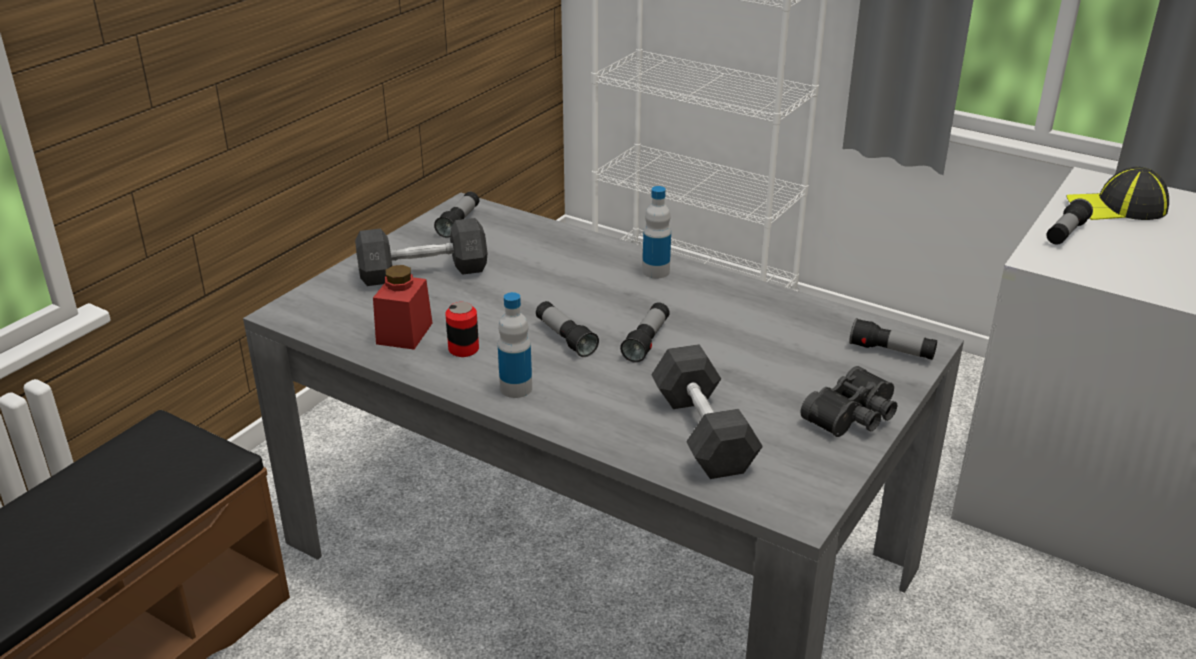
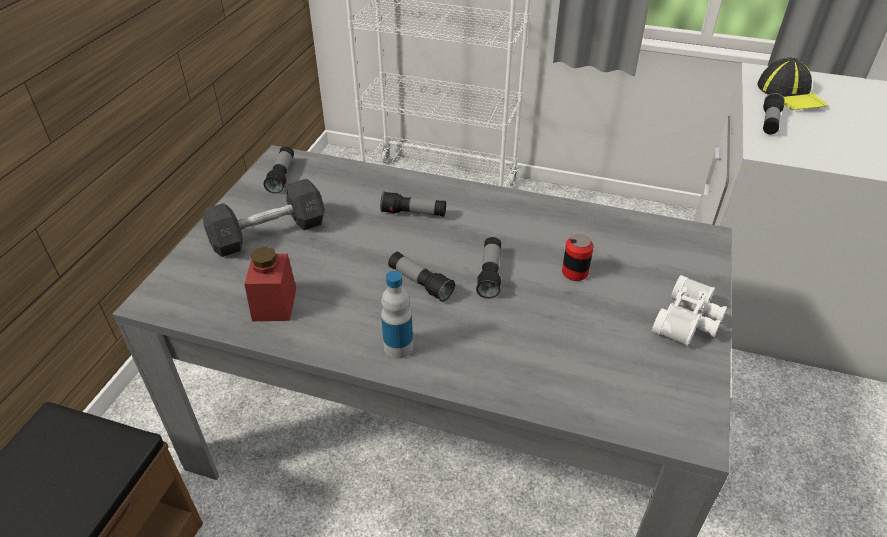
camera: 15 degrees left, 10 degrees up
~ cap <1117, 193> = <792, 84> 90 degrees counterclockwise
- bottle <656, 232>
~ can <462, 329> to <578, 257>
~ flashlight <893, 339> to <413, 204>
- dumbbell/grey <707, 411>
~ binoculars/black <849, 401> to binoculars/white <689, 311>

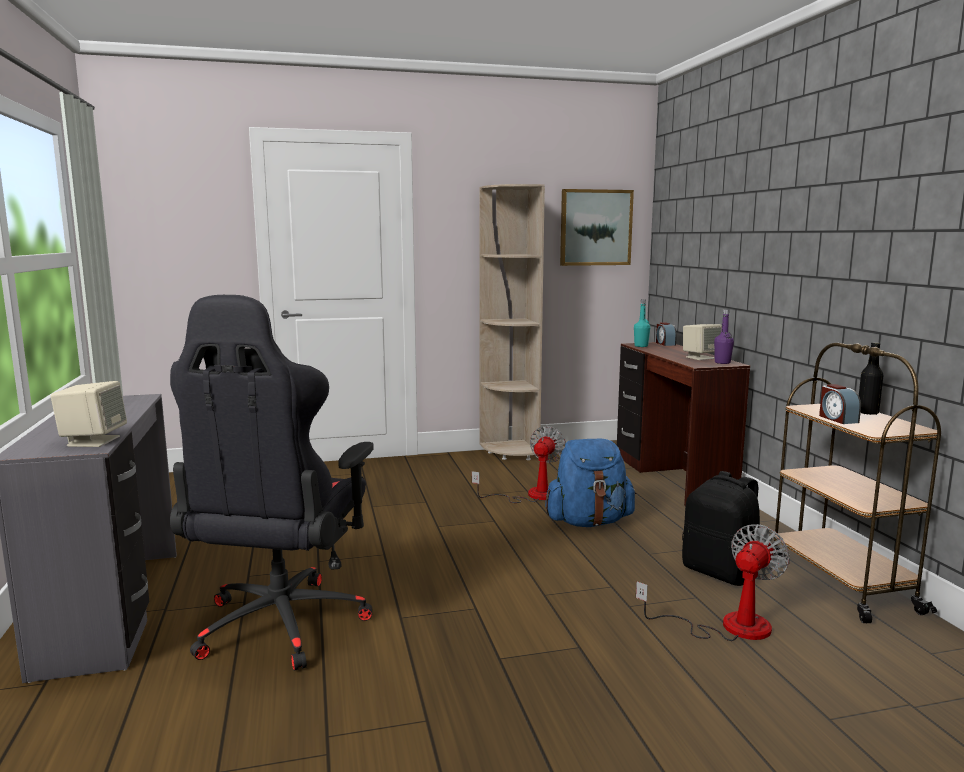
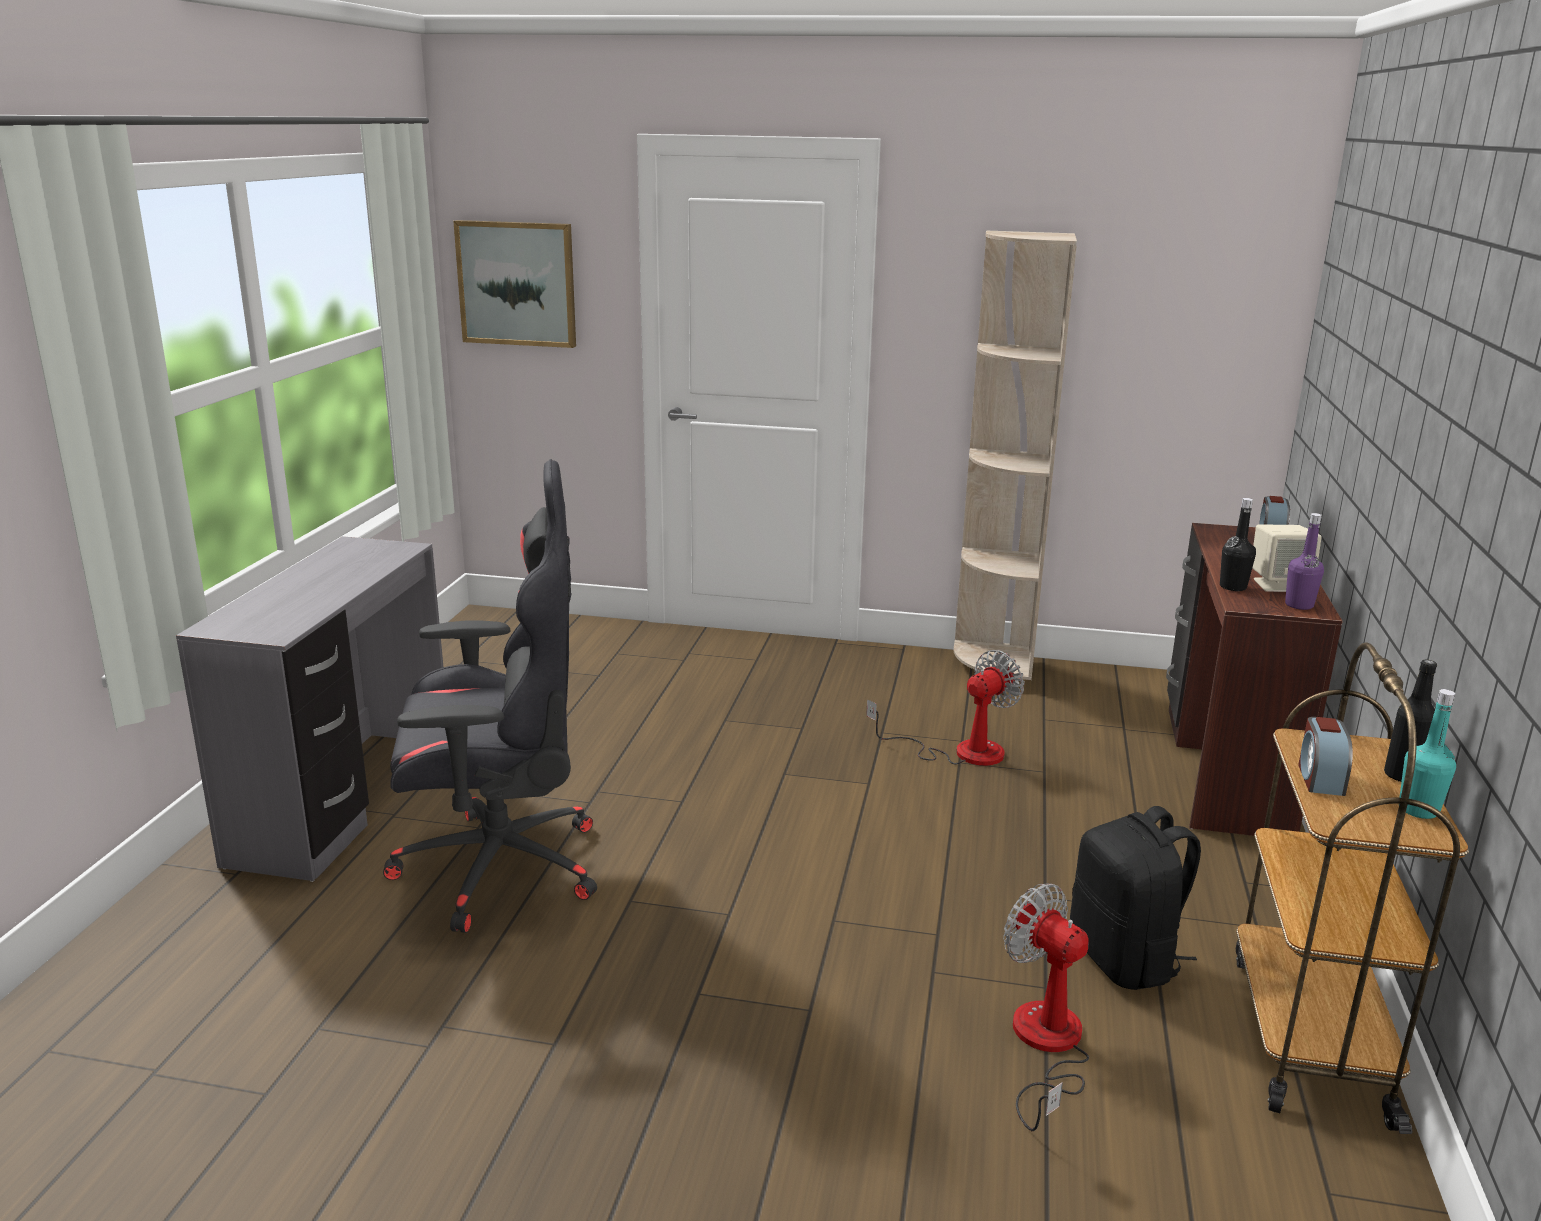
camera: 25 degrees right, 10 degrees up
~ picture <597, 227> to <514, 284>
~ office chair/black <272, 483> = <490, 696> 135 degrees counterclockwise
~ bottle/turquoise <642, 323> to <1427, 754>
- speaker/beige <89, 414>
- backpack/blue <590, 483>
~ fan <713, 582> = <1046, 1007> 105 degrees counterclockwise
+ bottle/black <1238, 544>

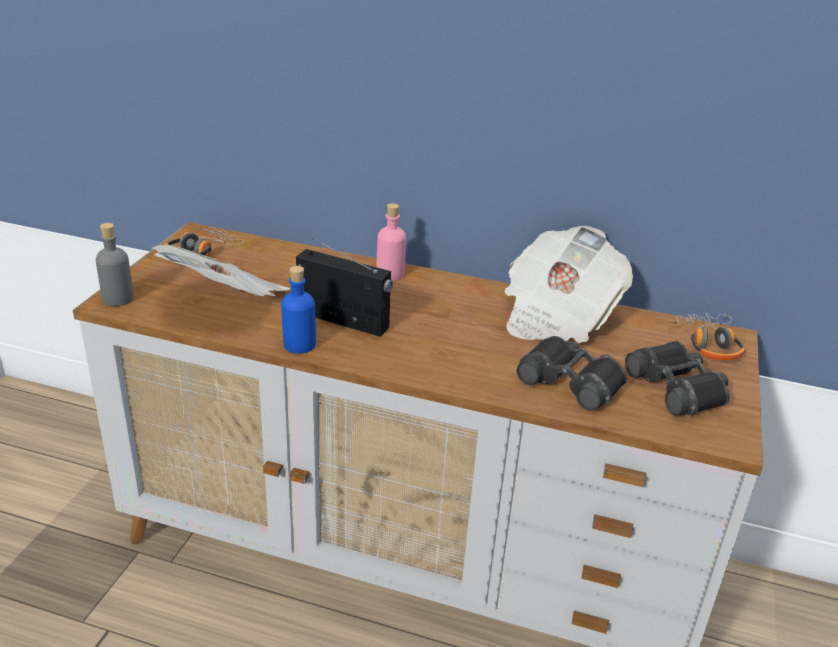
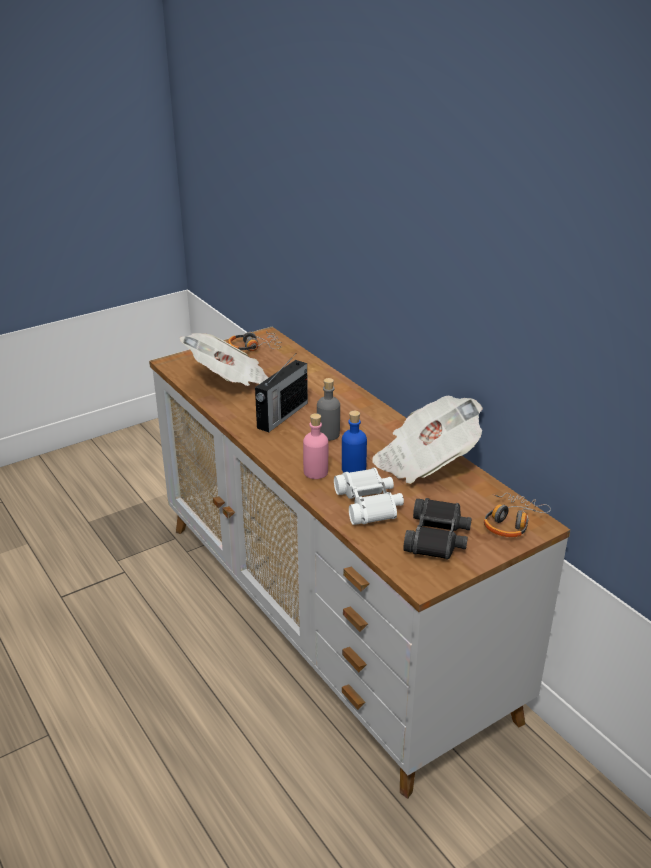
camera: 40 degrees right, 0 degrees up
~ bottle/pink <391, 242> to <315, 446>
~ bottle/grey <115, 264> to <328, 409>
~ radio <344, 287> = <281, 394> 60 degrees clockwise
~ bottle/blue <298, 310> to <354, 442>
~ binoculars/black <572, 373> to binoculars/white <369, 496>

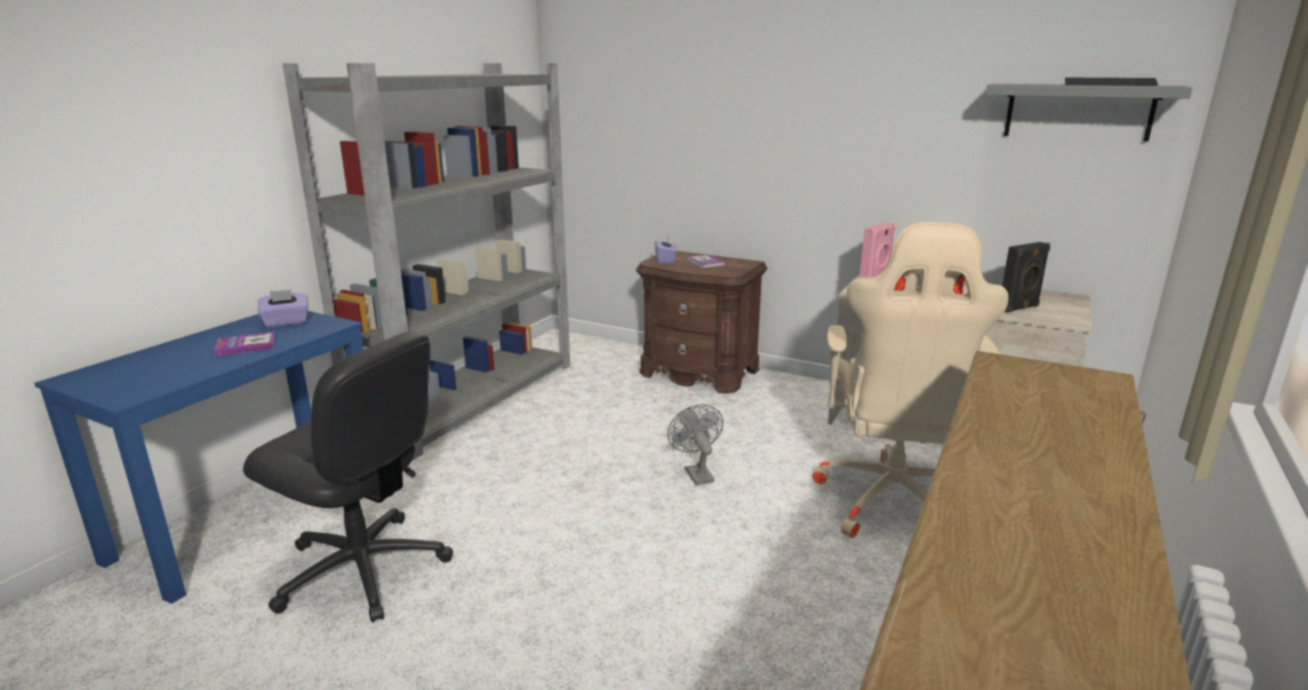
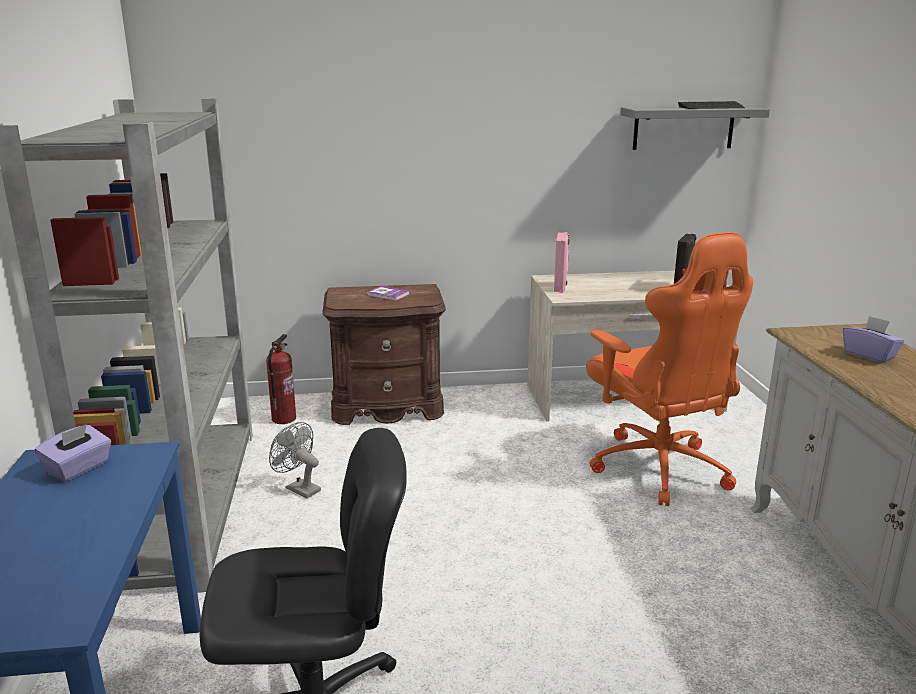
camera: 35 degrees left, 0 degrees up
~ office chair/beige <910, 380> to office chair/orange <669, 369>
~ tissue box/purple <666, 250> to <873, 339>
- book <244, 344>
~ fan/grey <695, 444> to <295, 460>
+ fire extinguisher <281, 379>

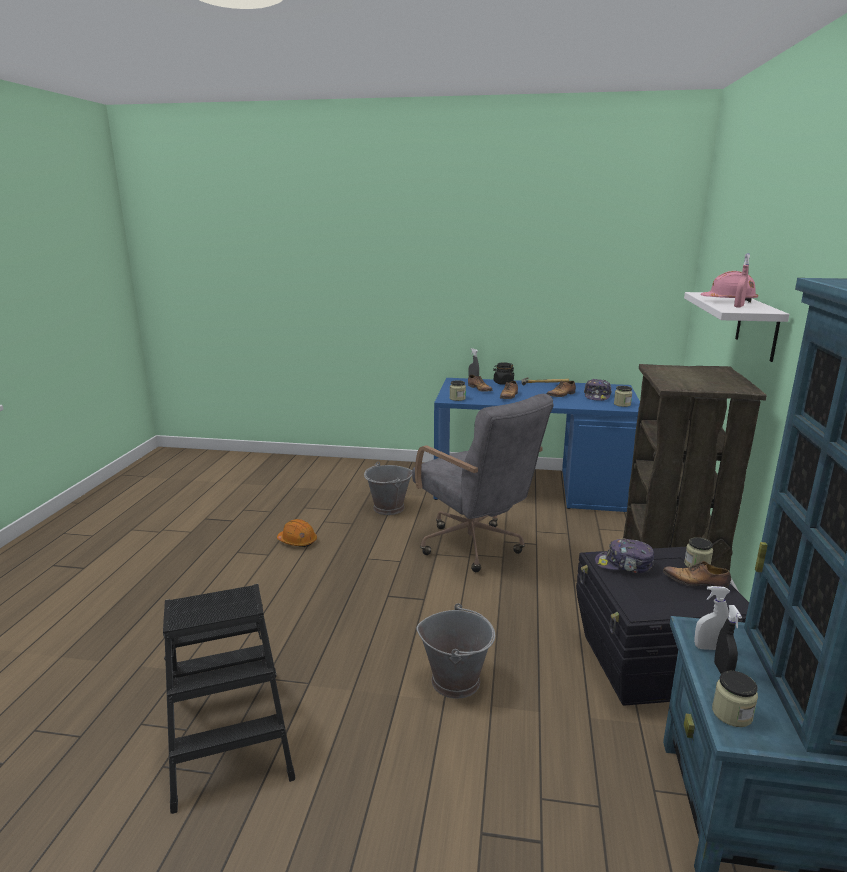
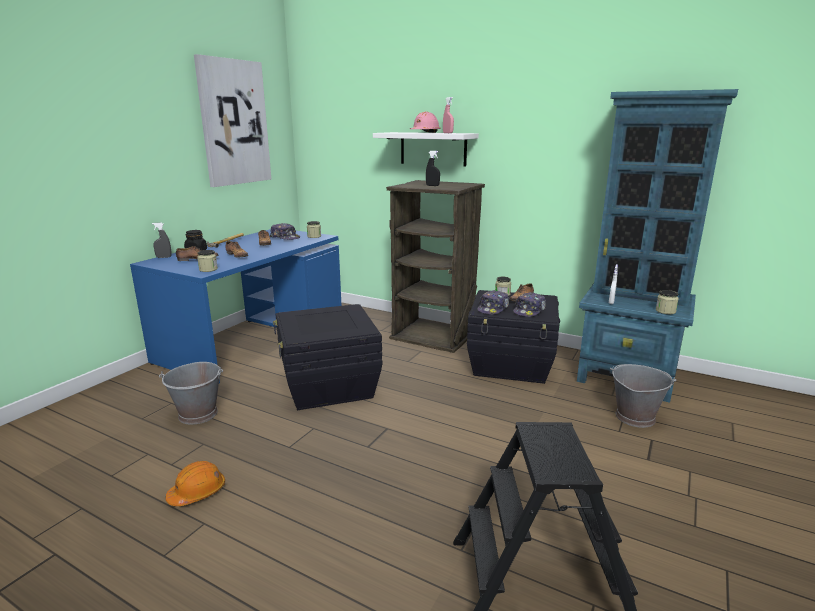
camera: 70 degrees left, 0 degrees up
~ office chair/grey <483, 483> to storage box/black <327, 357>
~ bucket/grey <455, 651> to <643, 396>
~ spray bottle/black <728, 639> to <433, 168>
+ picture <232, 120>
+ cap <529, 304>

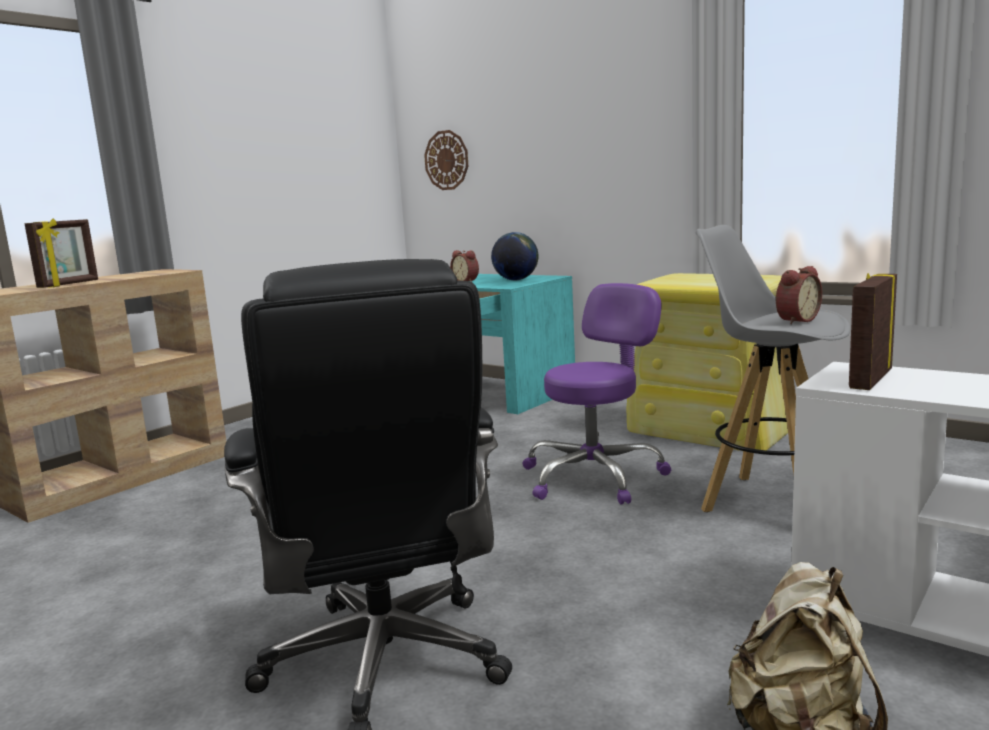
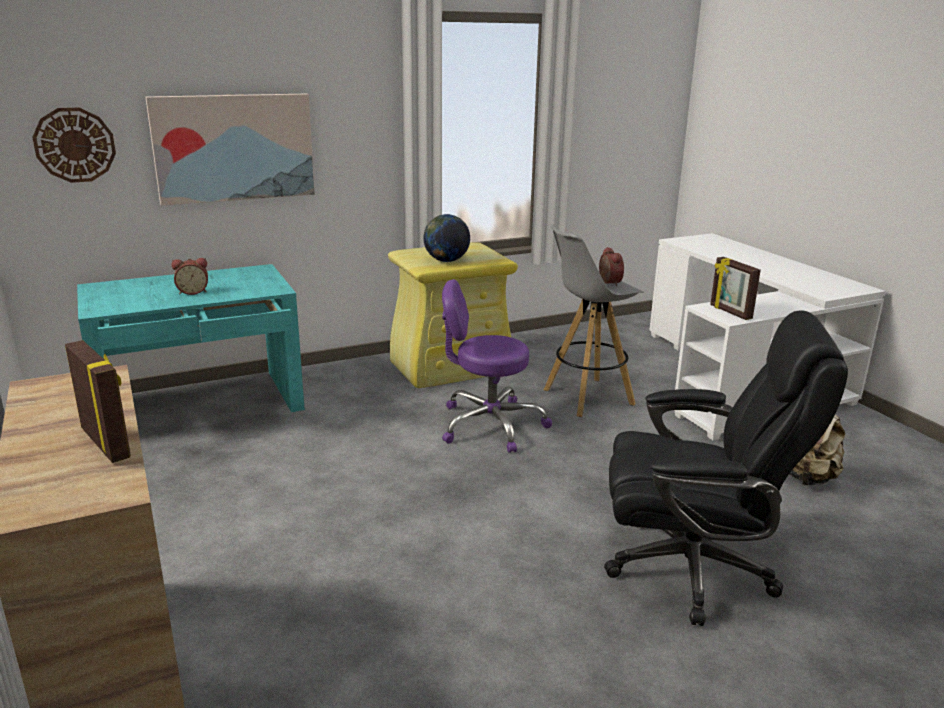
camera: 65 degrees left, 10 degrees up
~ globe <514, 256> to <446, 238>
~ office chair/purple <597, 394> = <497, 366> 75 degrees counterclockwise
+ picture <230, 150>

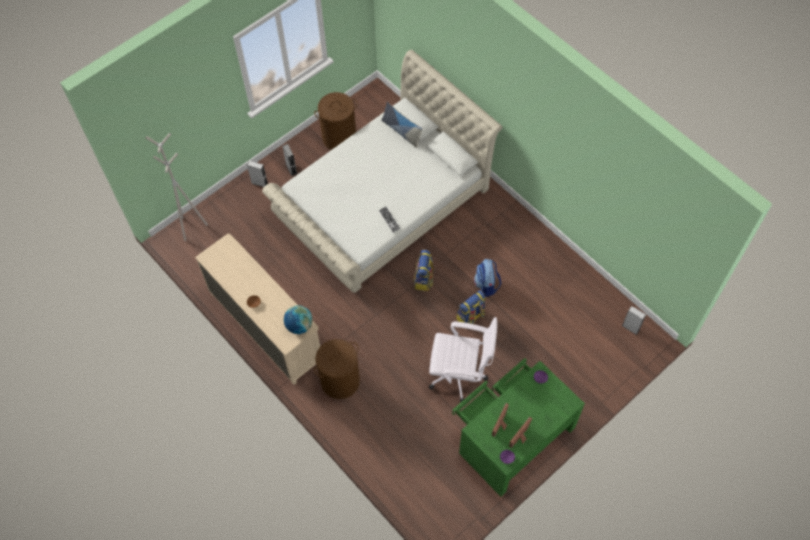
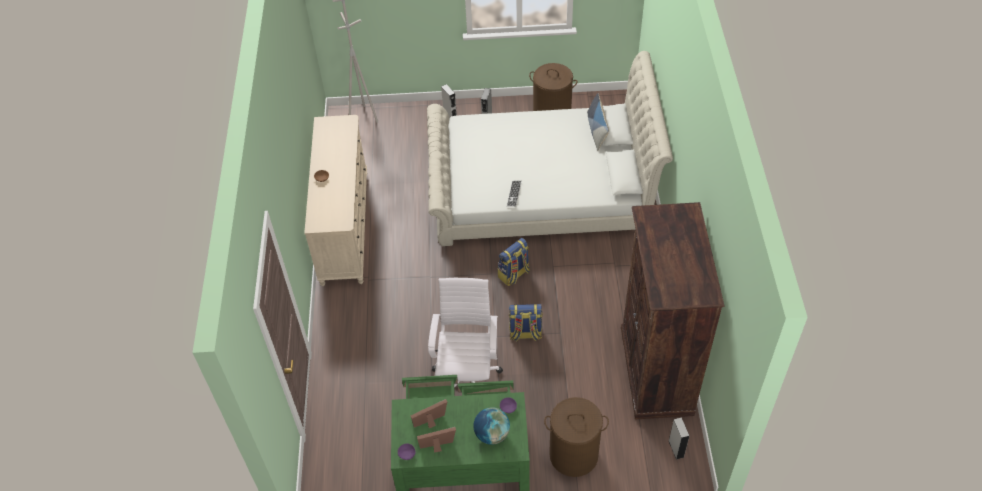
camera: 40 degrees right, 10 degrees down
- backpack <487, 278>
~ globe <298, 319> to <492, 426>
~ office chair/white <463, 359> = <465, 333> 135 degrees counterclockwise
~ laundry basket/brown <337, 369> to <576, 437>
+ wardrobe/brown <672, 310>

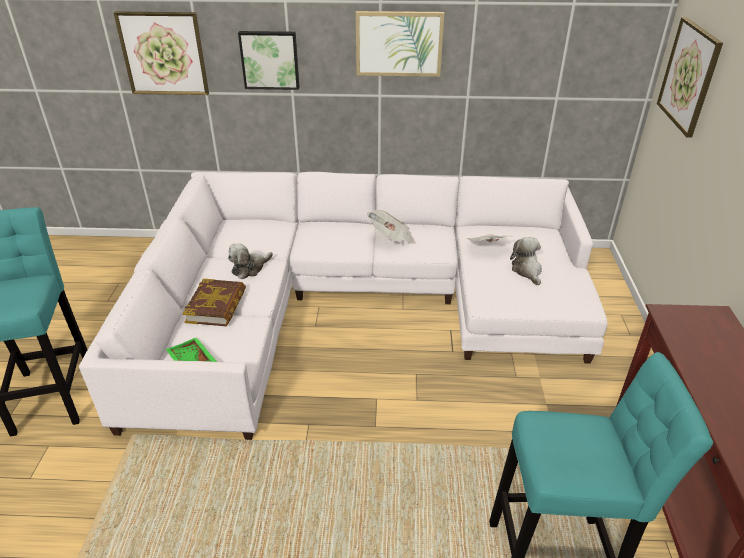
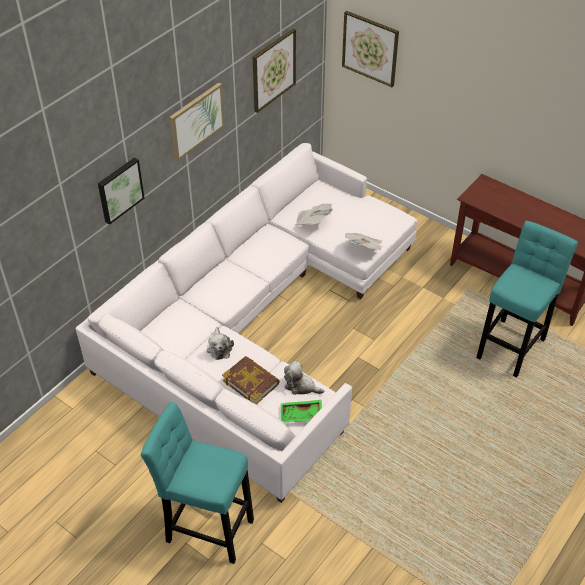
camera: 55 degrees left, 10 degrees up
~ picture <161, 53> to <274, 71>
~ newspaper <391, 227> to <363, 241>
~ plush toy <526, 261> to <304, 378>

